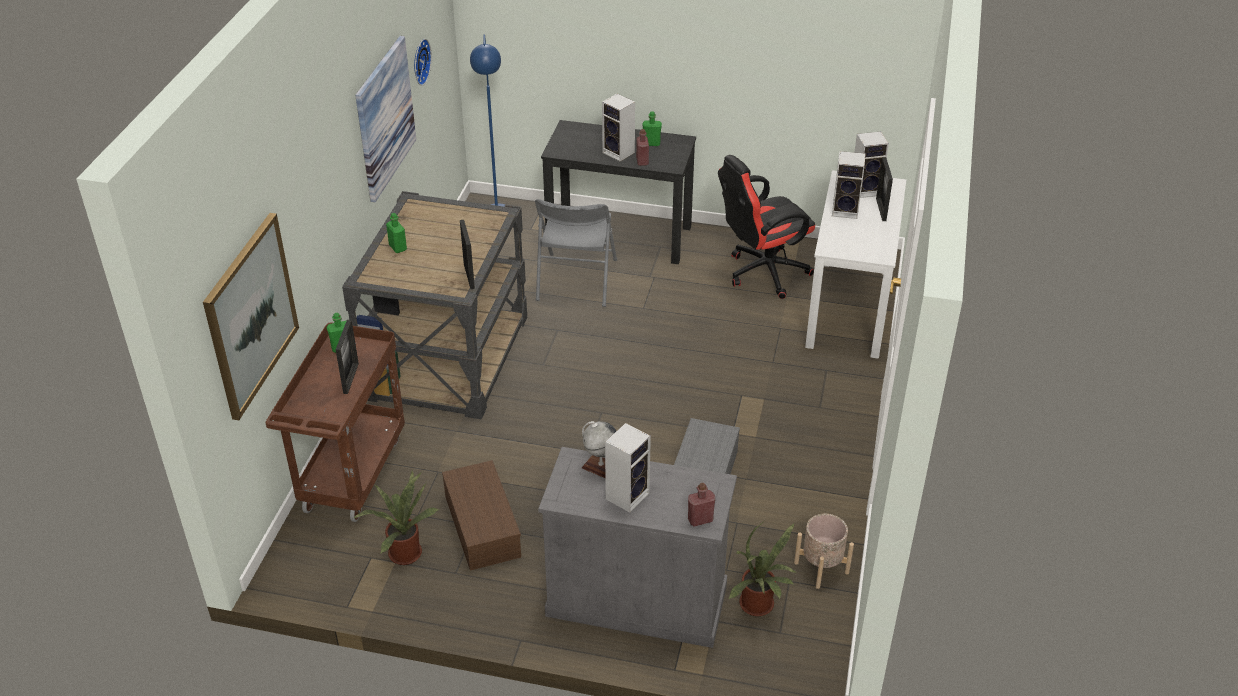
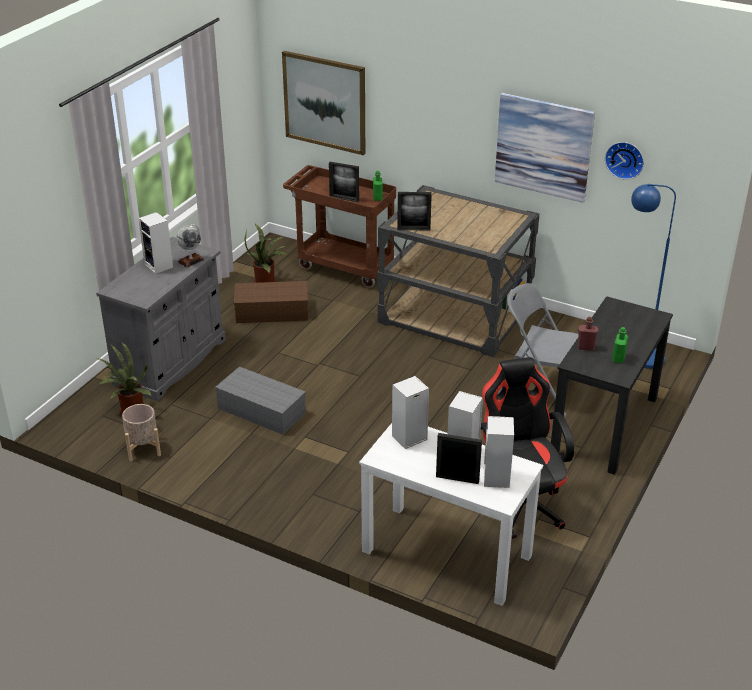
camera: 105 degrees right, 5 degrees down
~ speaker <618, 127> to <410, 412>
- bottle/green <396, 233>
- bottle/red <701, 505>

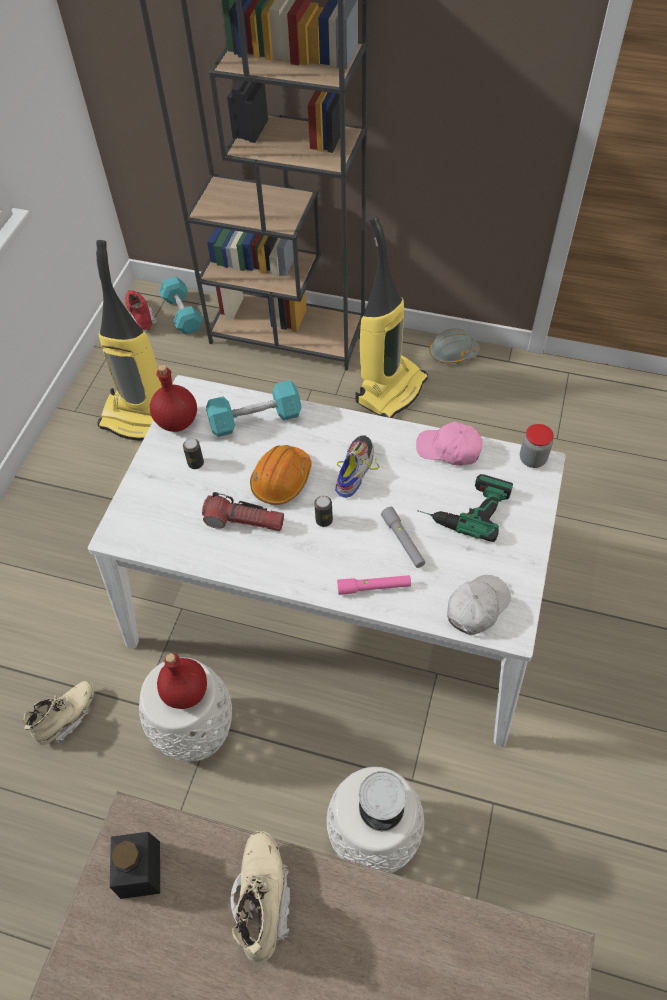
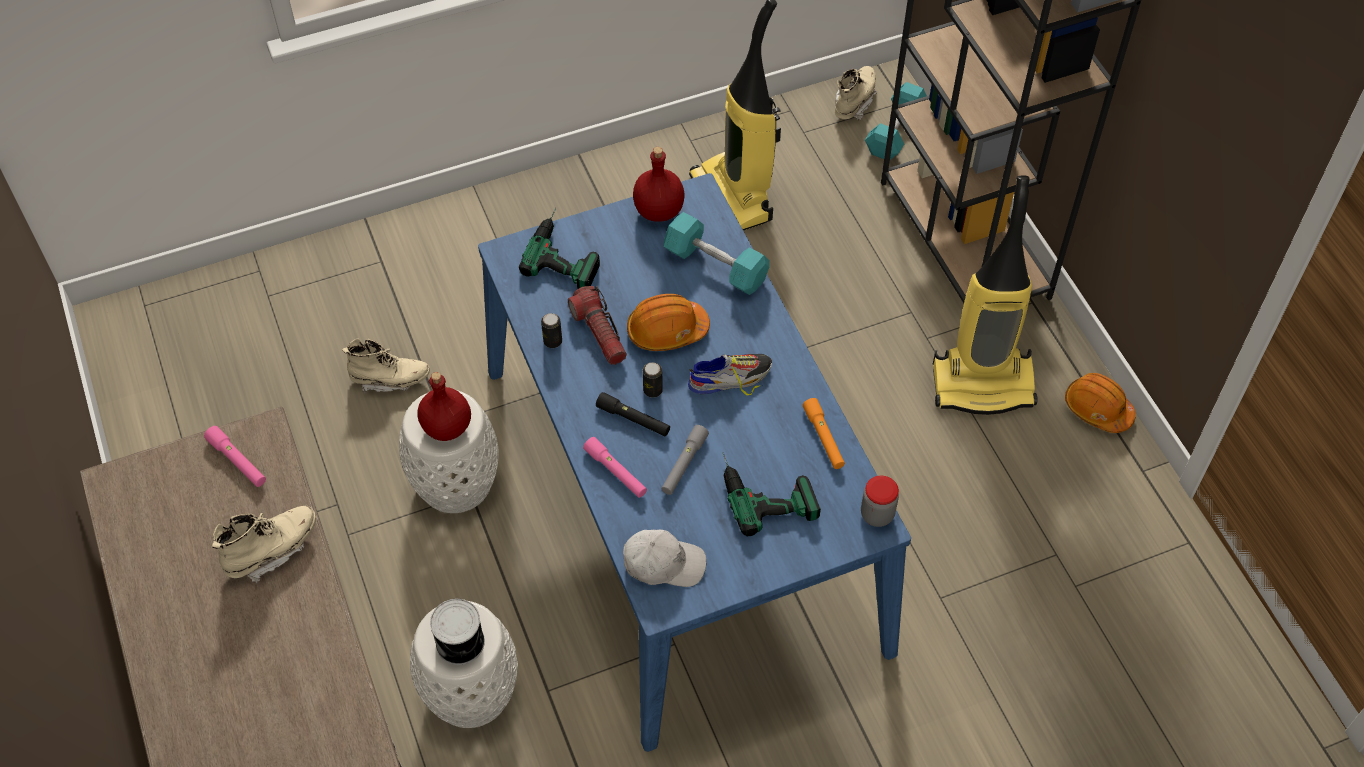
camera: 50 degrees right, 0 degrees up
~ boot/red <141, 310> to boot/beige <856, 93>
~ hard hat/grey <454, 345> to hard hat/orange <1100, 403>
~ dining table/white <327, 561> to dining table/blue <694, 462>
~ cap/pink <449, 444> to flashlight/orange <824, 433>
~ can <193, 453> to <551, 330>
~ jar/black <135, 865> to flashlight/pink <235, 456>
+ power drill <559, 248>
+ flashlight/black <633, 414>

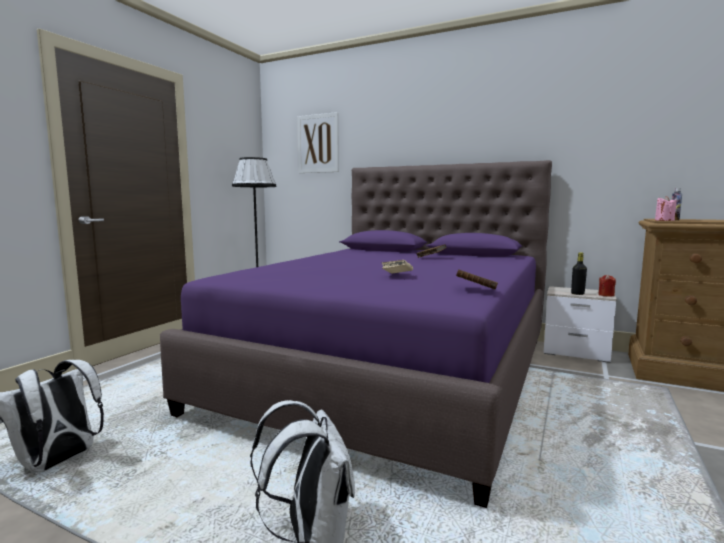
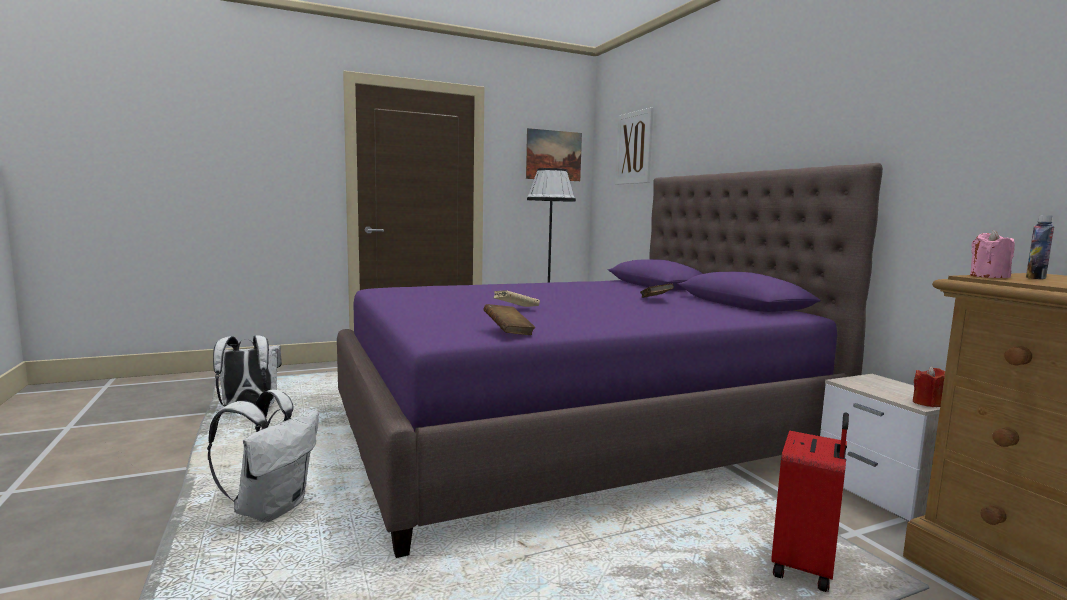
camera: 40 degrees right, 0 degrees up
- bottle/black <579, 273>
+ picture <554, 154>
+ suitcase/red <810, 502>

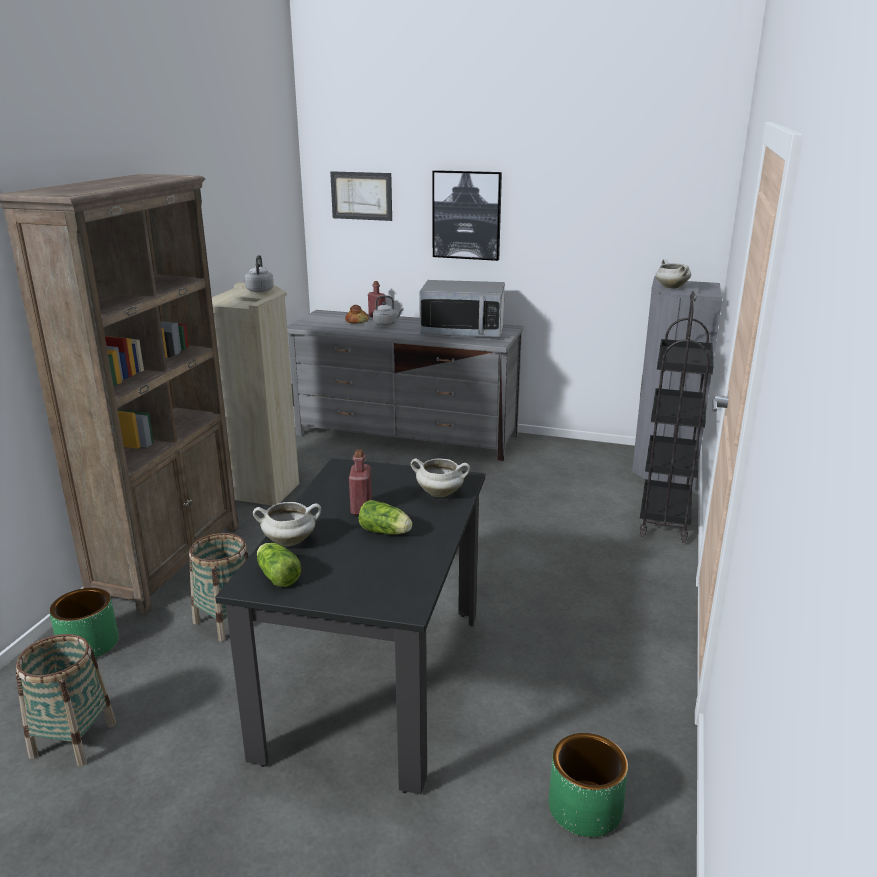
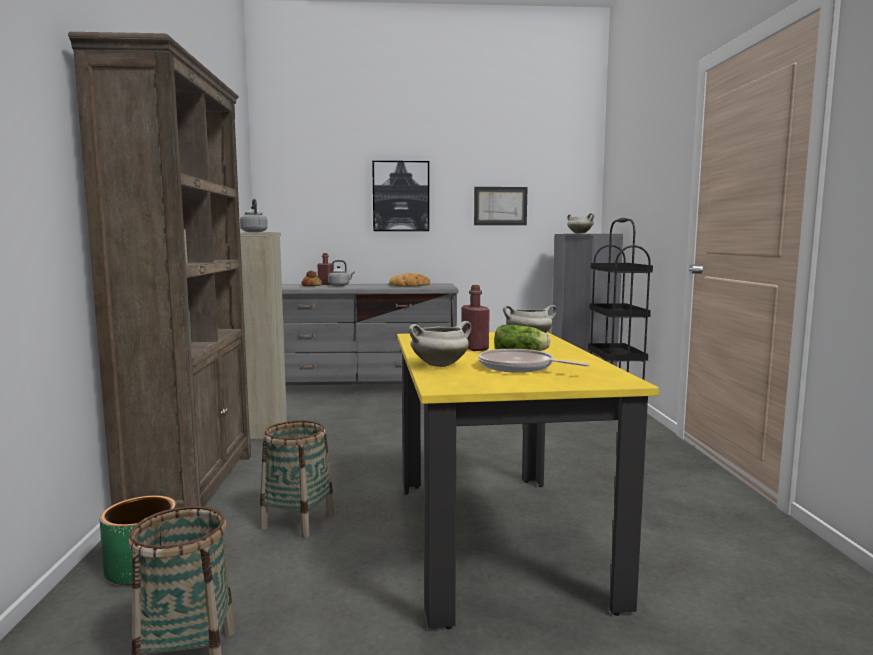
camera: 20 degrees left, 15 degrees down
~ picture <361, 196> to <500, 206>
~ microwave <462, 308> to bread <409, 280>
~ dining table/black <350, 626> to dining table/yellow <528, 480>
- lettuce <279, 565>
- planter/green <588, 785>
+ frying pan <534, 361>

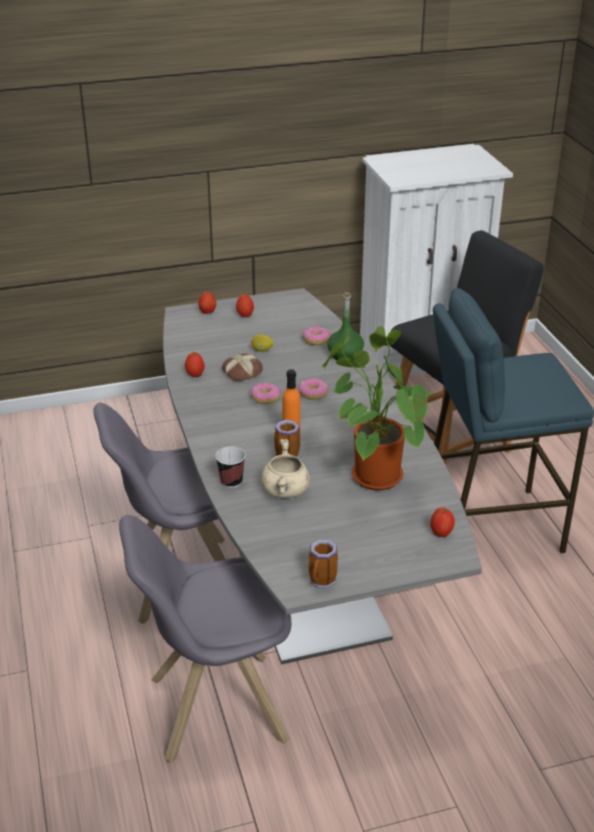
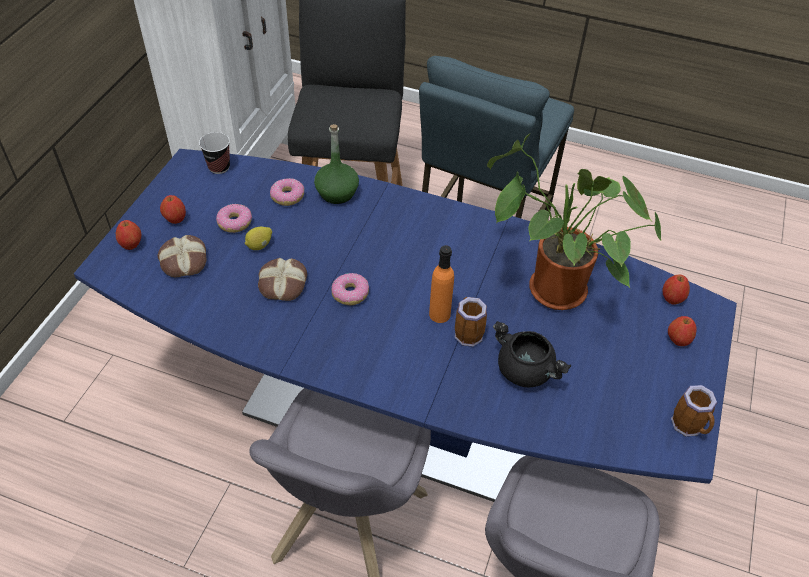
camera: 55 degrees left, 15 degrees up
~ dining table/grey <322, 476> to dining table/blue <405, 325>
~ apple <195, 364> to <682, 331>
~ donut <314, 389> to <234, 218>
~ cooking pot/beige <285, 468> to cooking pot/black <532, 354>
~ cup <230, 467> to <214, 153>
+ bread <182, 256>

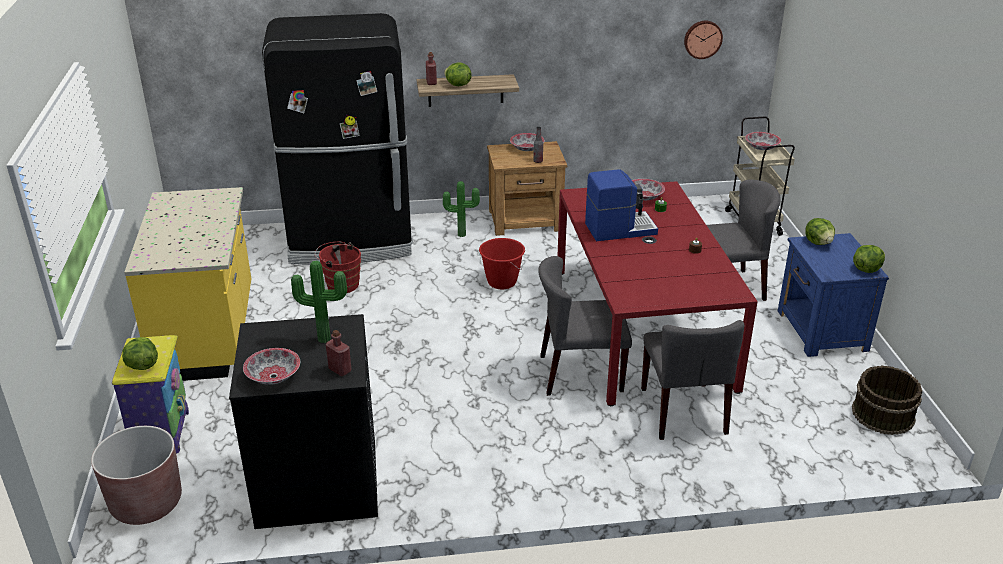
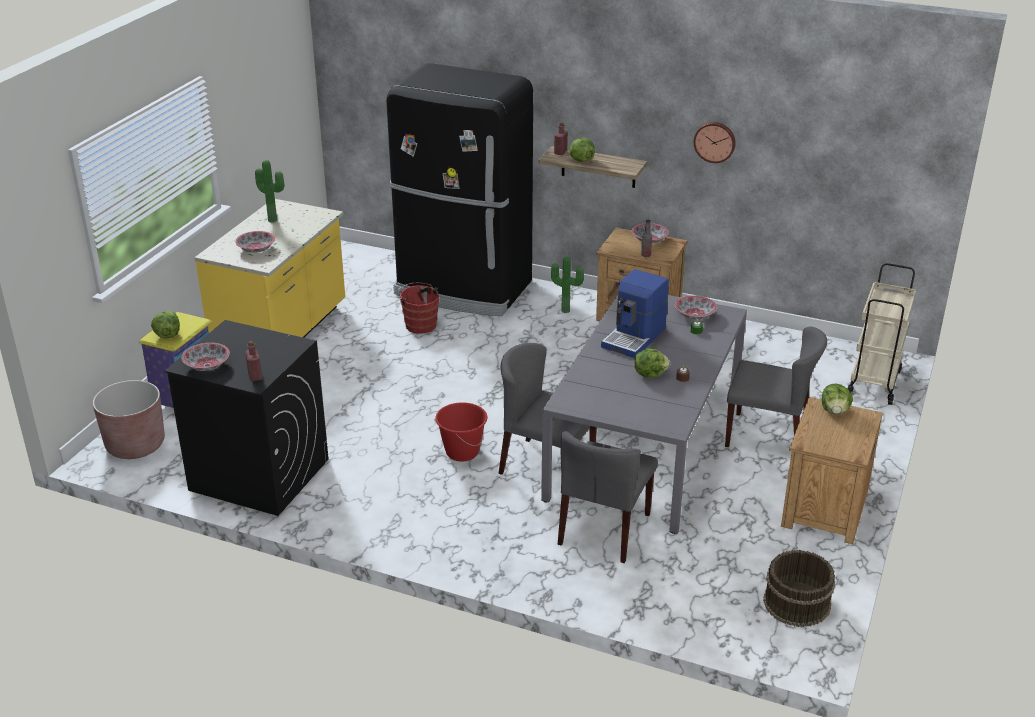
camera: 30 degrees right, 0 degrees up
~ wall clock <703, 39> to <715, 142>
~ bowl <763, 141> to <255, 242>
~ coffee machine <621, 205> = <635, 313> 105 degrees clockwise
~ dining table/red <658, 293> to dining table/grey <644, 414>
~ nightstand/blue <833, 295> to nightstand/brown <832, 470>
~ bucket/red <502, 263> to <461, 432>
~ lettuce <869, 259> to <652, 363>
~ potted plant <319, 302> to <270, 191>

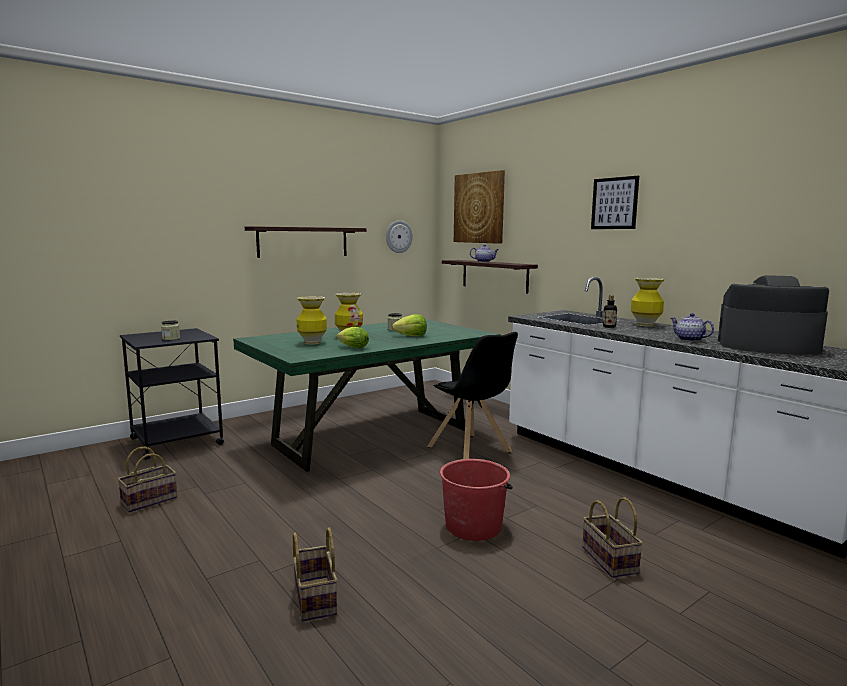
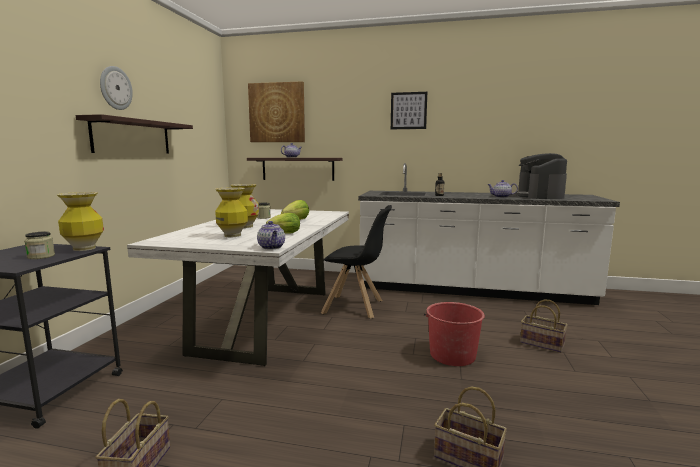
camera: 40 degrees left, 0 degrees up
~ wall clock <399, 236> to <116, 88>
~ coffee machine <773, 315> = <541, 176> 60 degrees counterclockwise
~ vase <648, 302> to <80, 221>
~ dining table/green <367, 395> to dining table/white <238, 287>
+ teapot <271, 235>

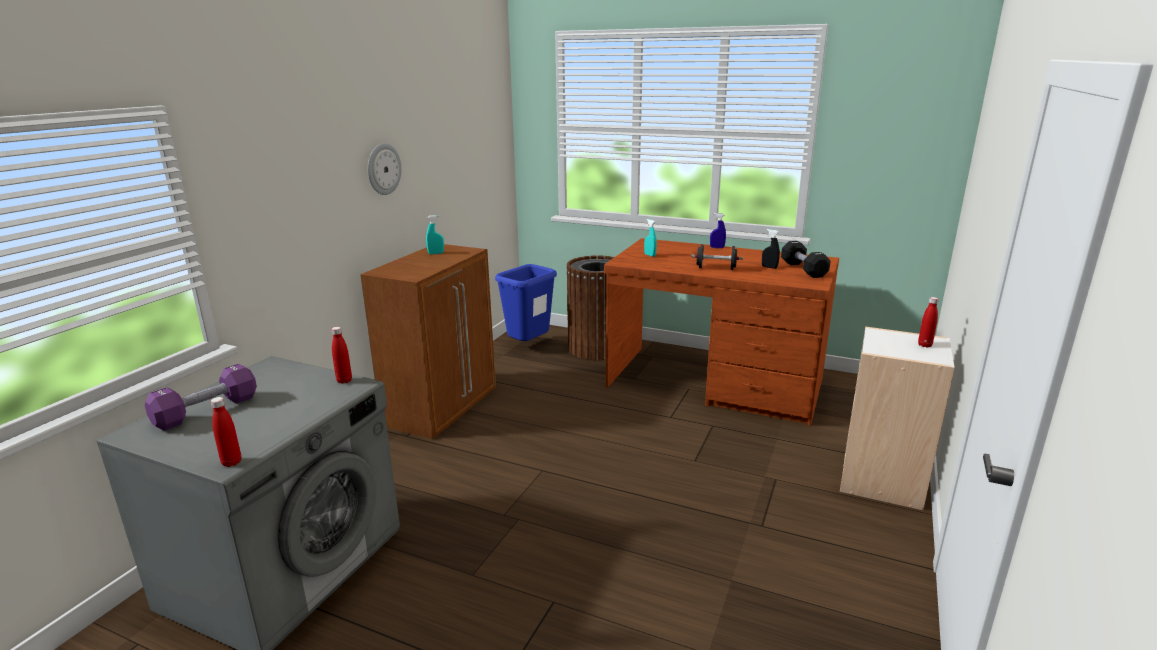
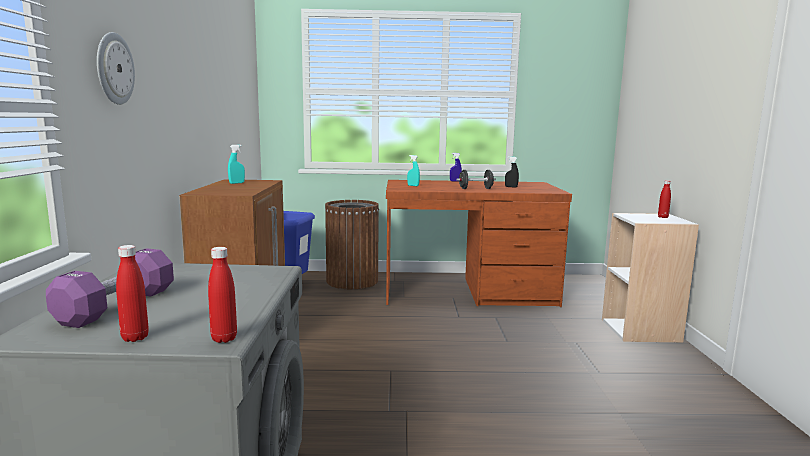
camera: 25 degrees left, 10 degrees down
~ wall clock <385, 169> to <116, 68>
- dumbbell/black <806, 259>
~ bottle/red <342, 355> to <132, 293>

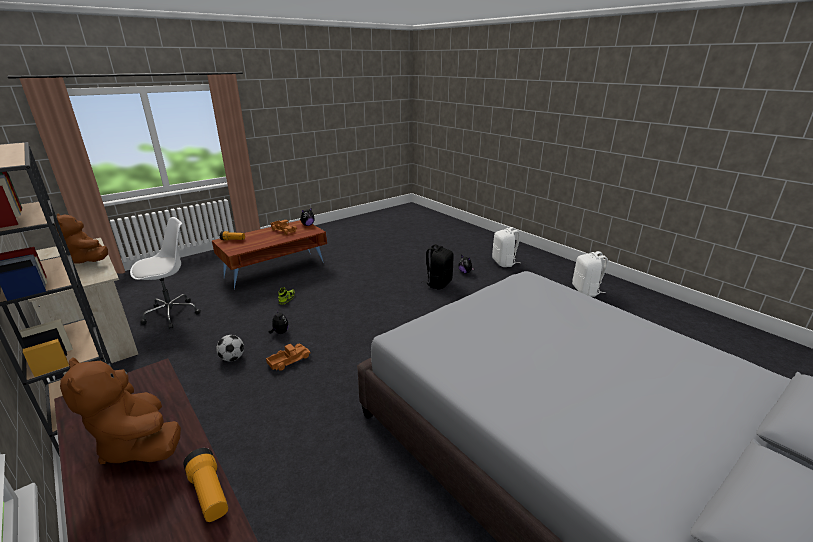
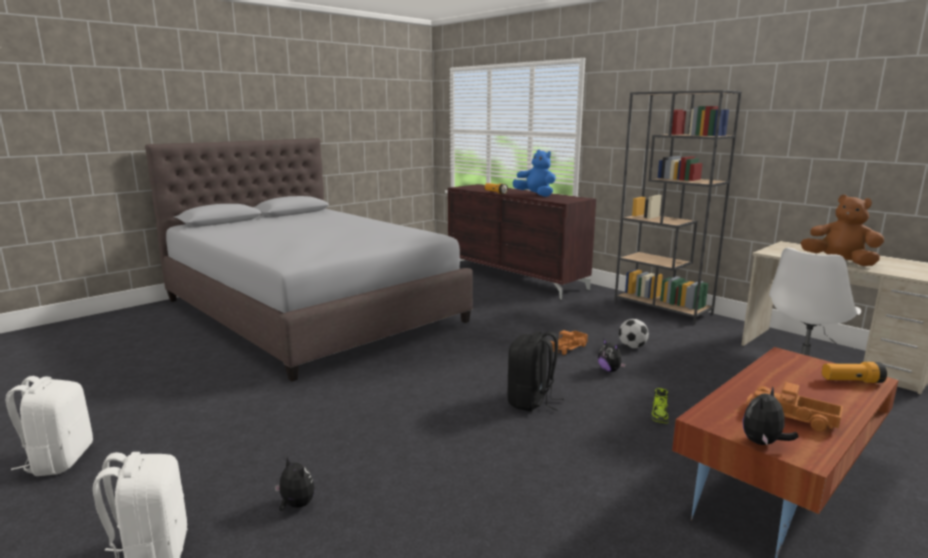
camera: 175 degrees right, 10 degrees down
~ backpack/black <437, 266> to <535, 371>
~ plush toy/brown <120, 410> to plush toy/blue <534, 173>

